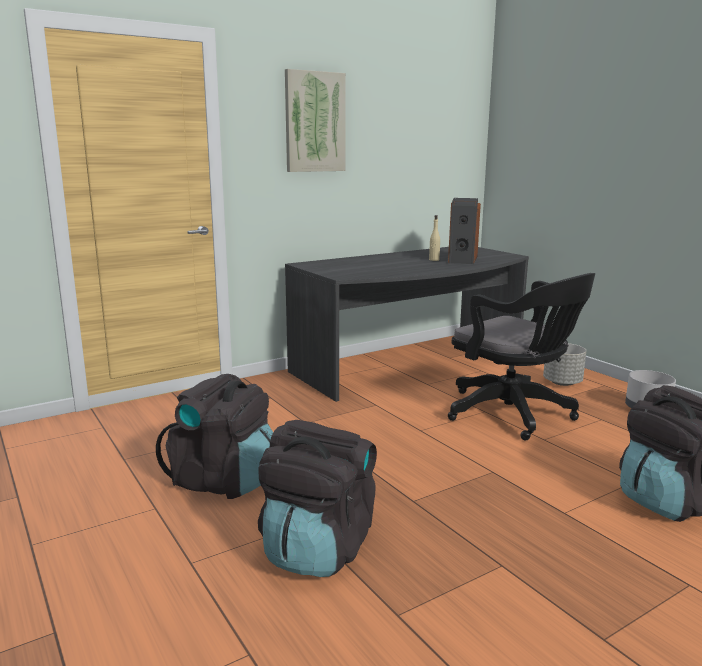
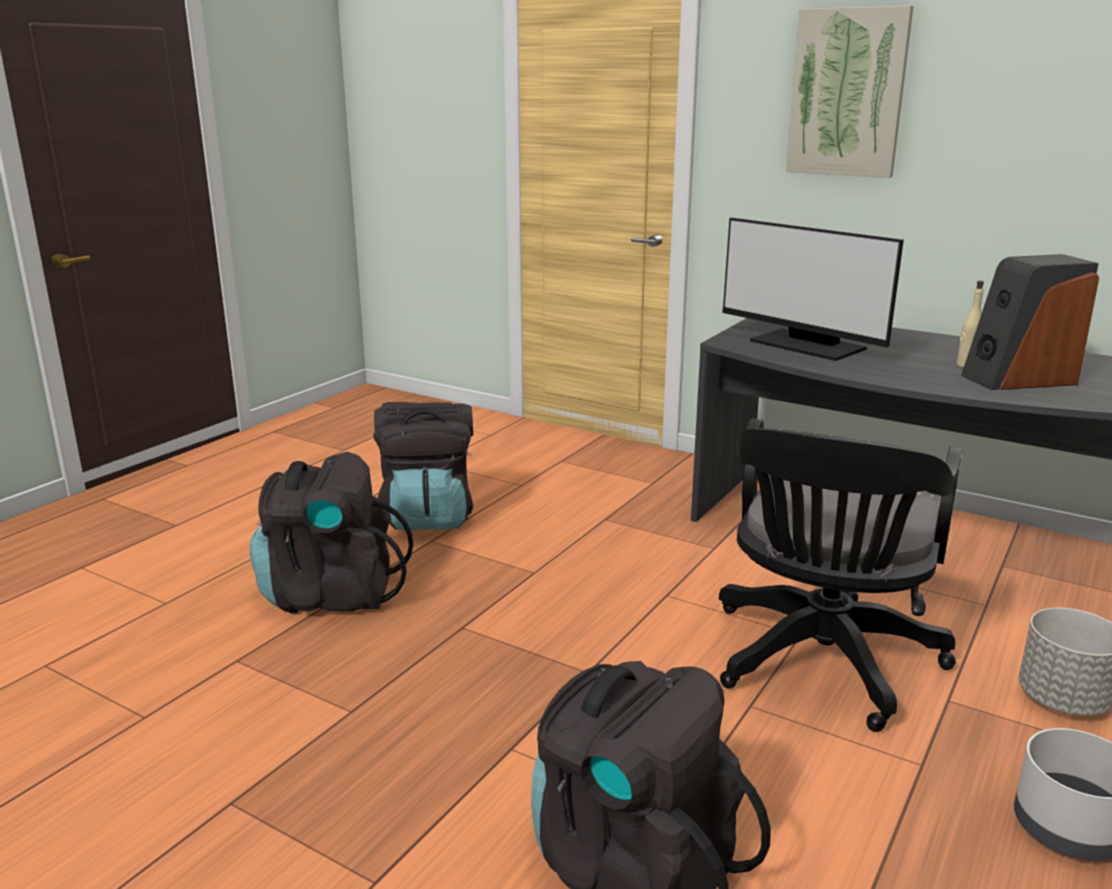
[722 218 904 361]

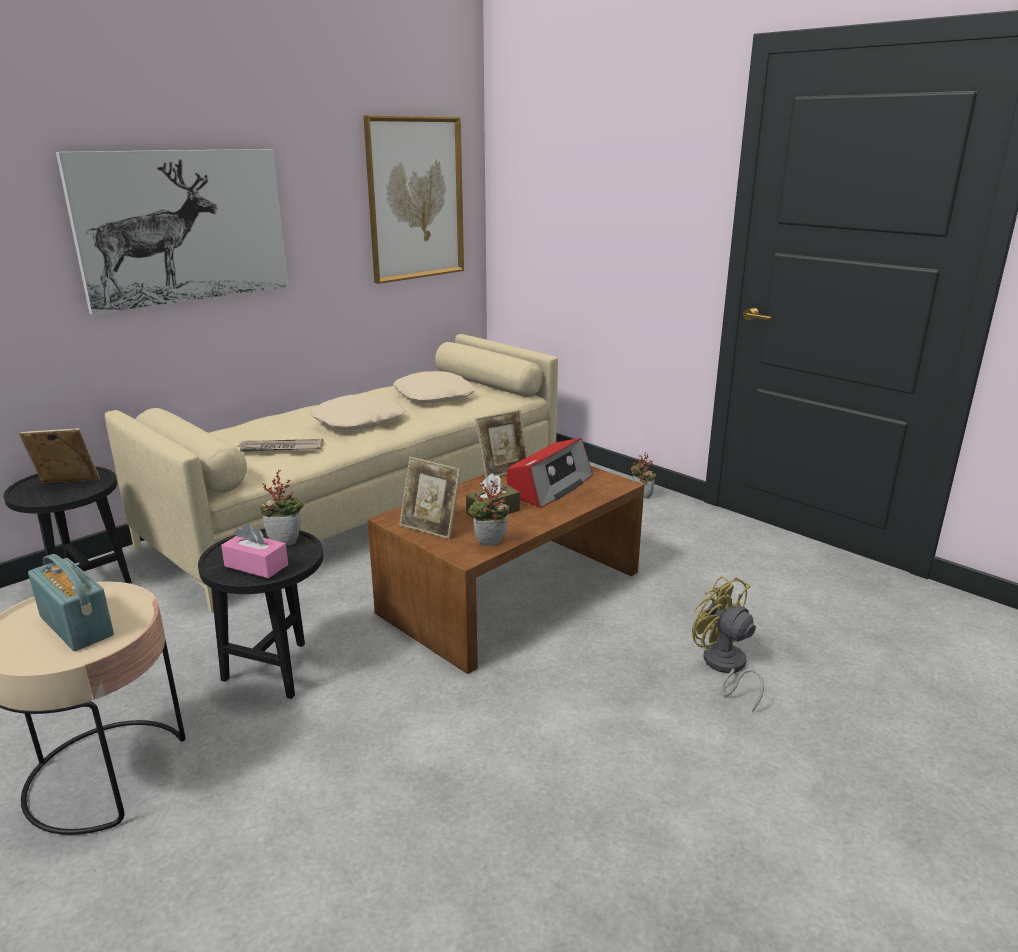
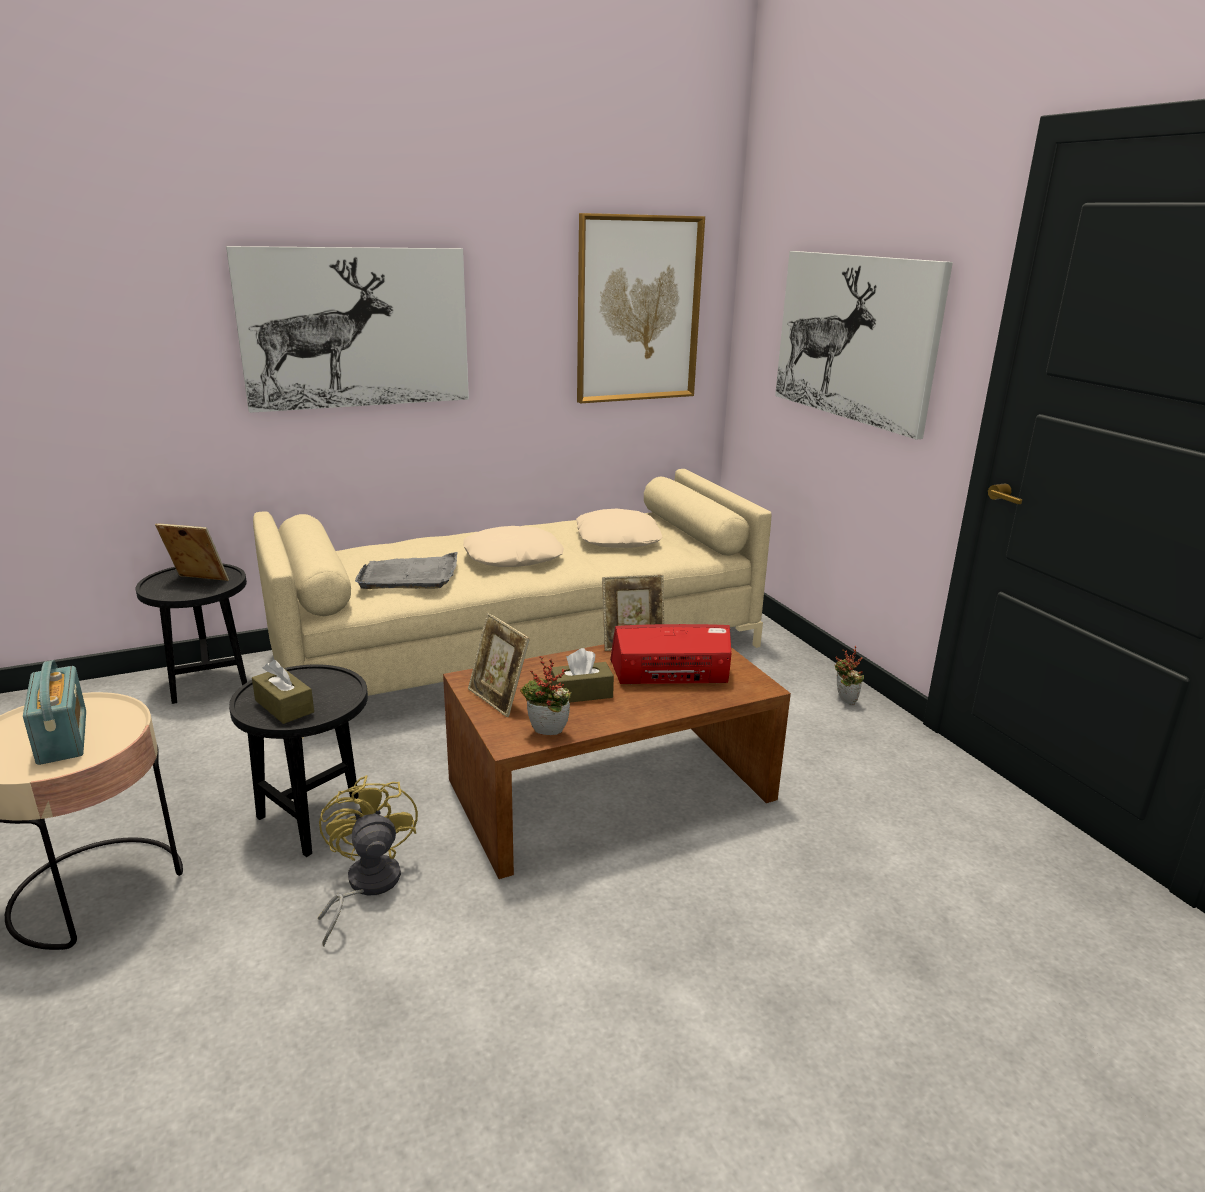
[252 660 314 724]
[318 775 418 946]
[355 552 457 589]
[610 624 731 684]
[775 251 953 440]
[260 470 304 546] (first image)

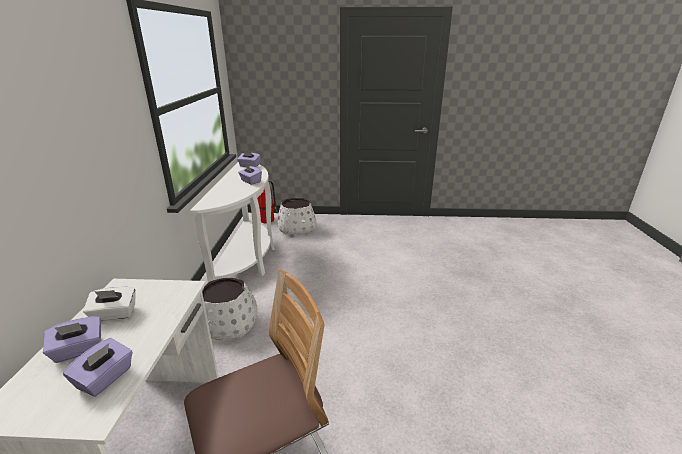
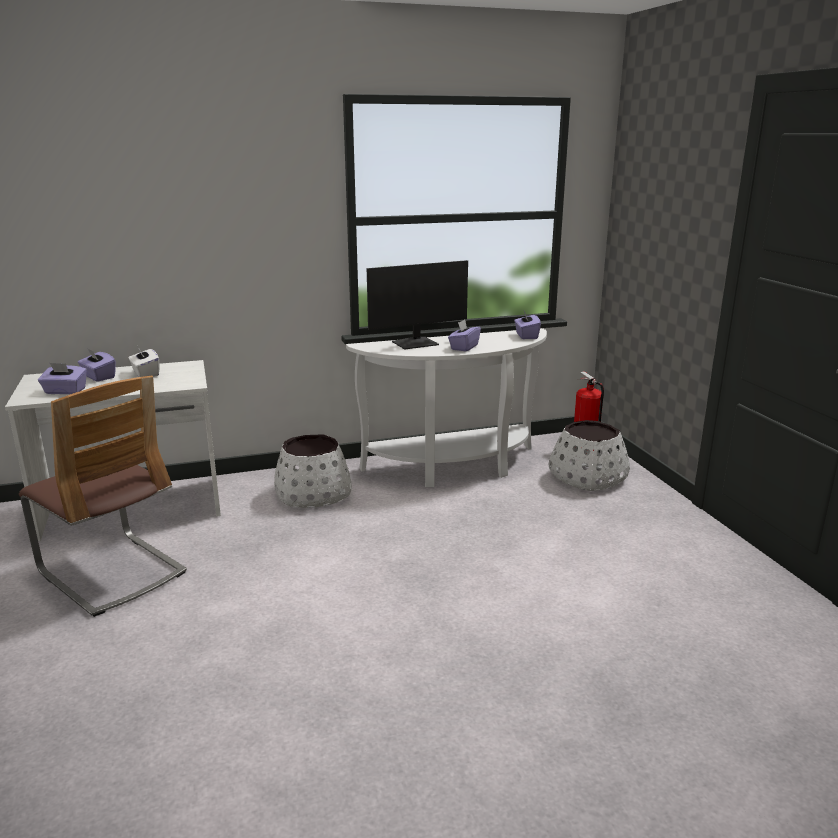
[367 260 468 350]

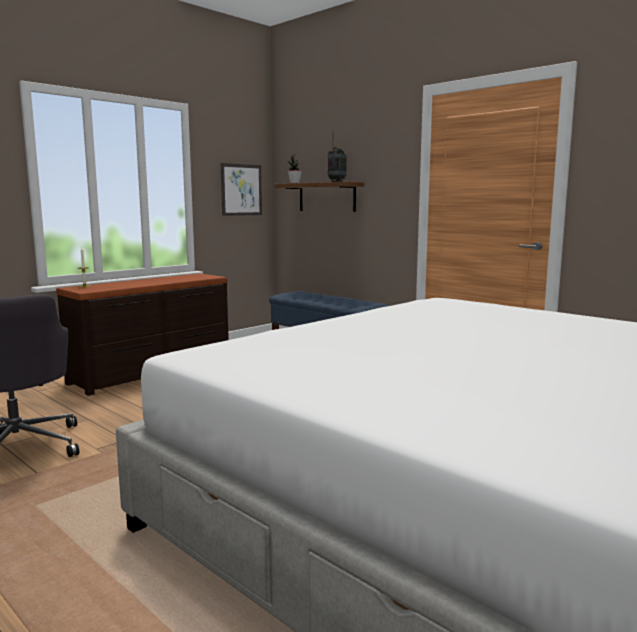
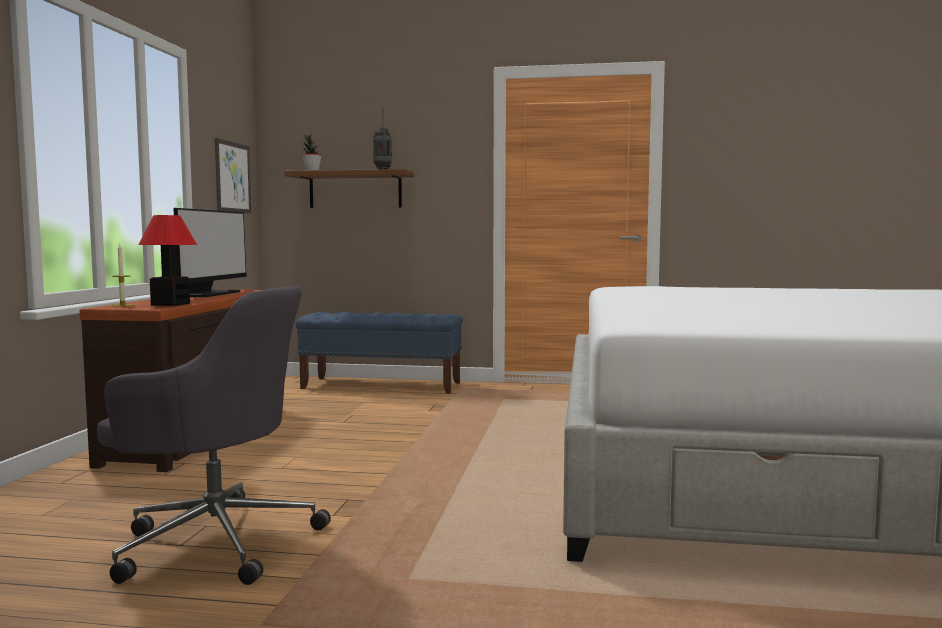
[138 215 197 306]
[173 208 247 297]

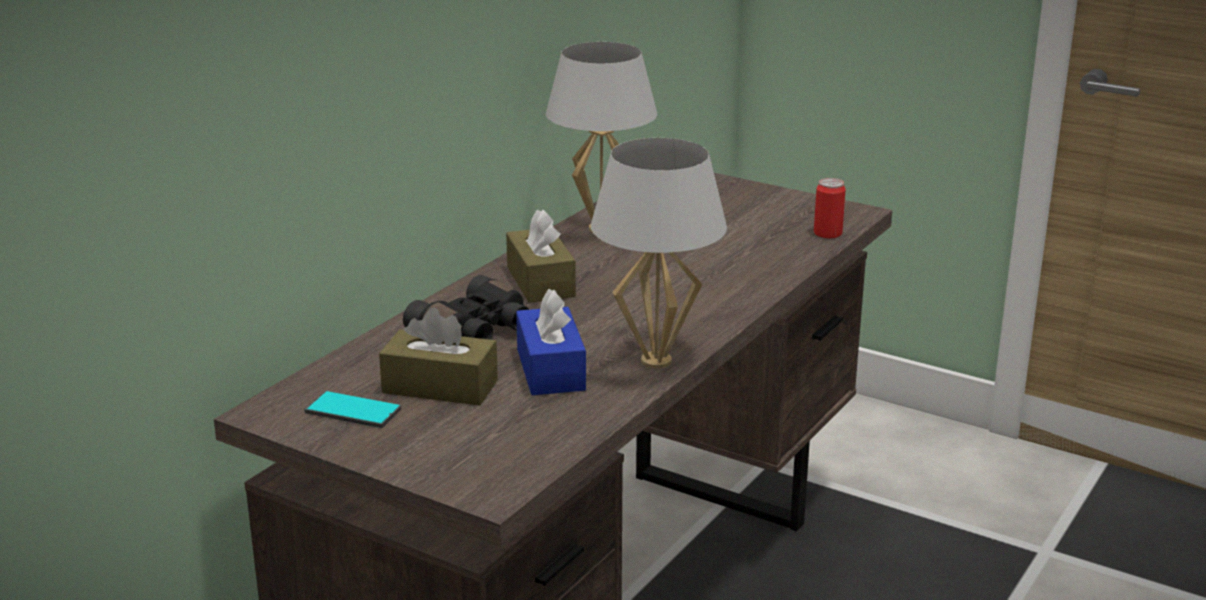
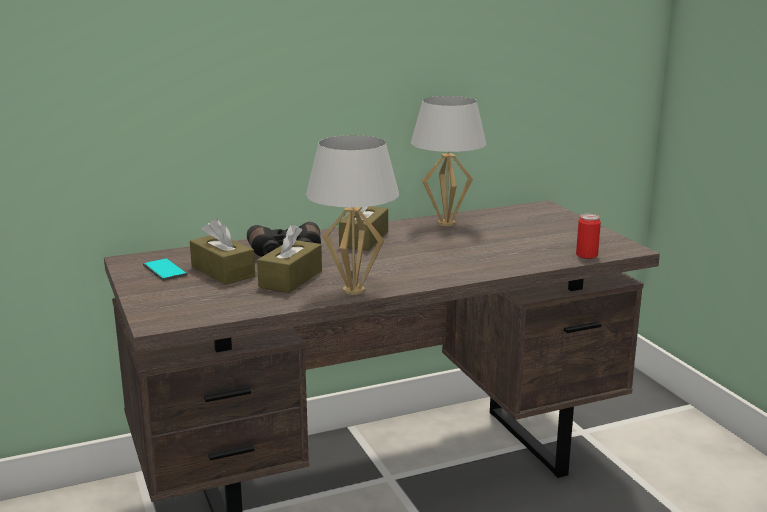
[257 225 322 293]

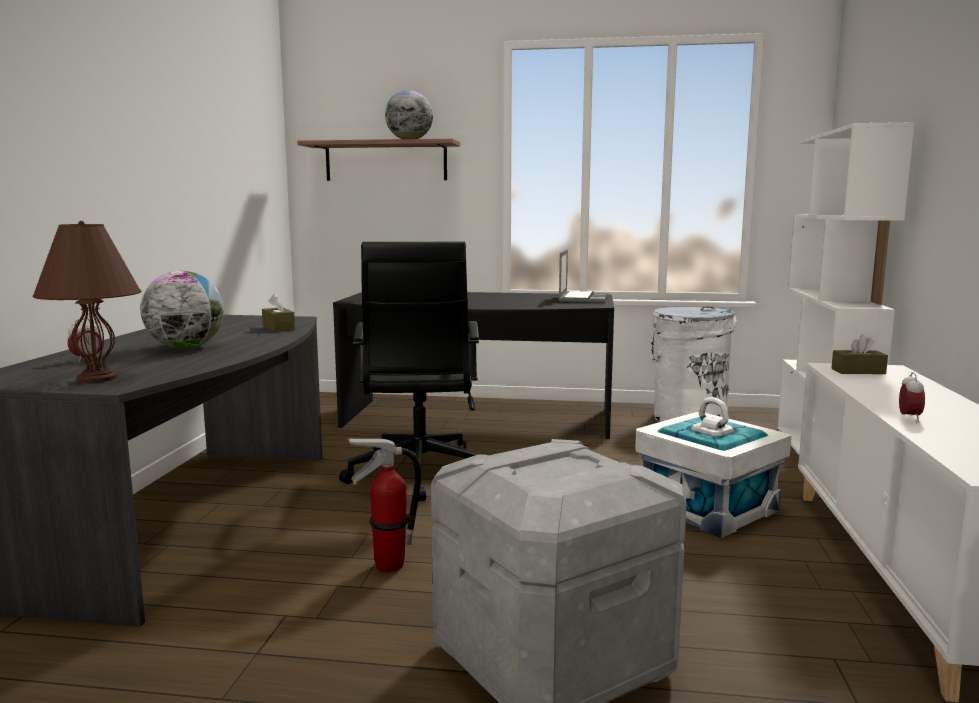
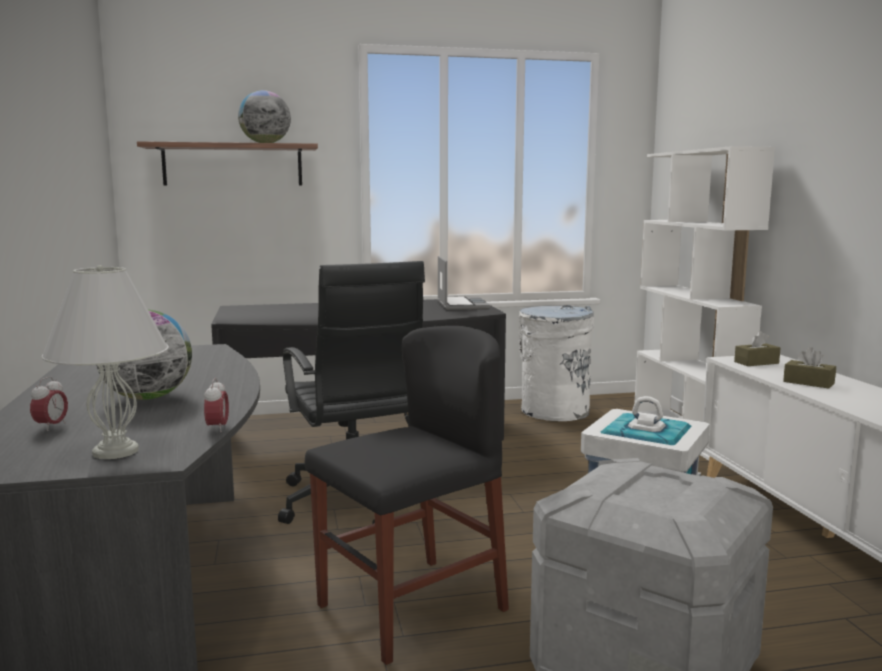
[42 265 169 459]
[204 378 229 432]
[305 326 509 665]
[783 347 836 389]

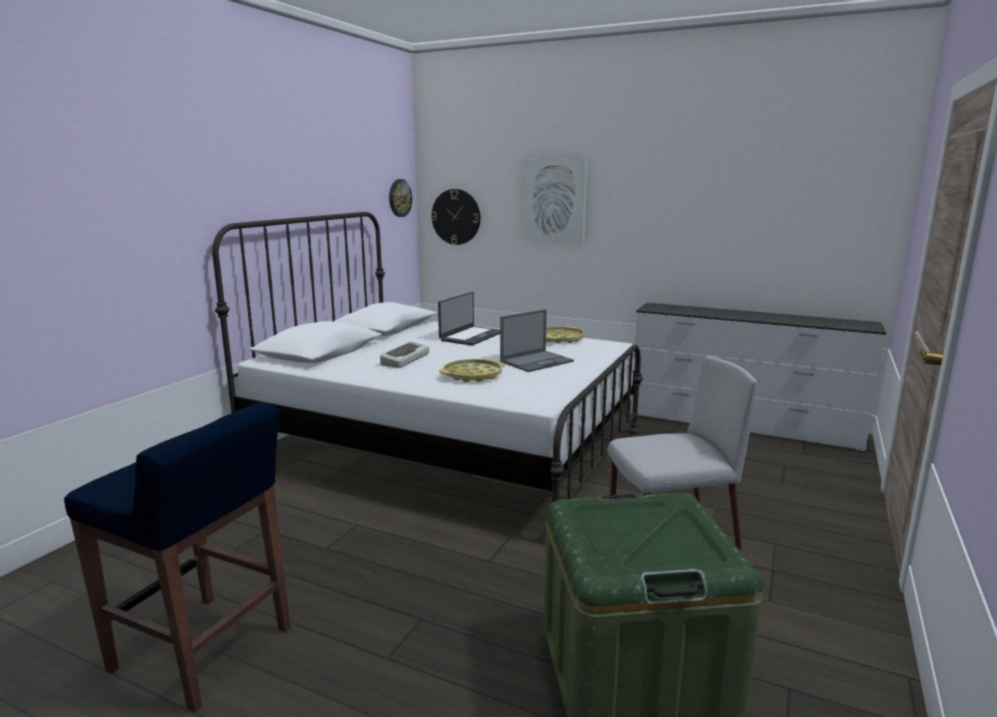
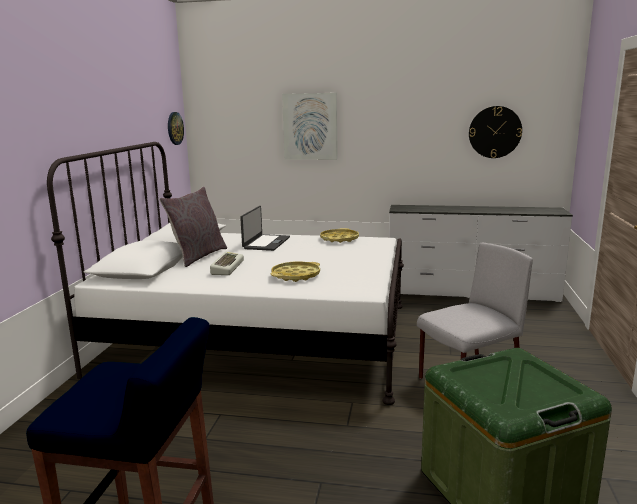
[159 186 227 267]
[469 106 522 158]
[500 309 574 372] (first image)

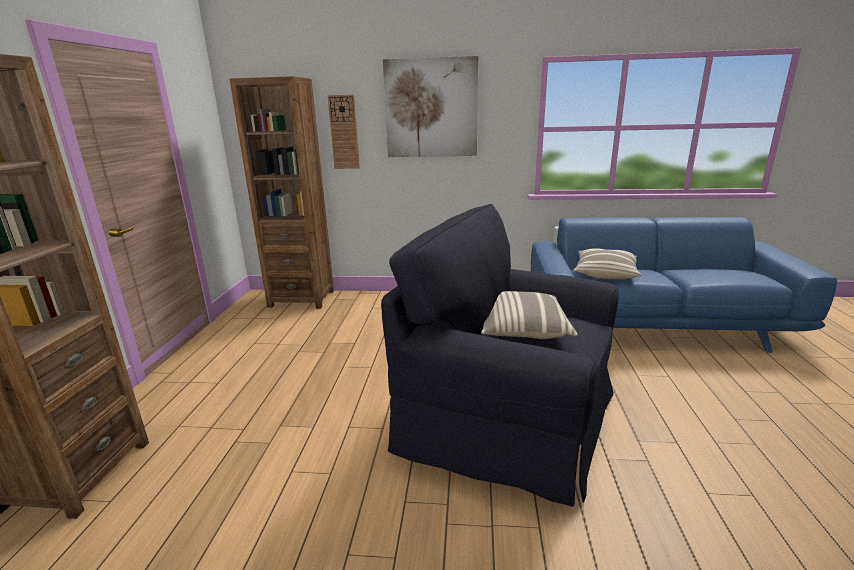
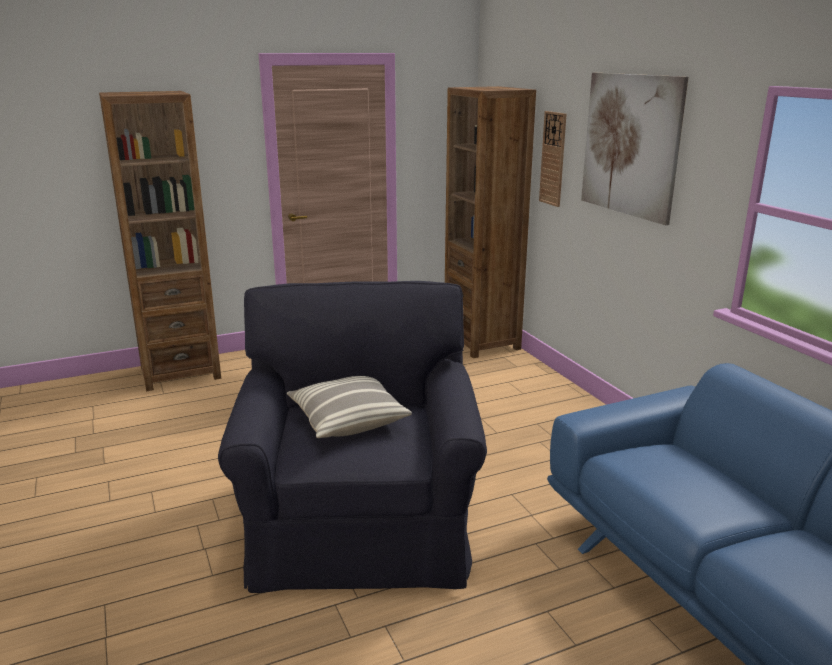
[574 248 641 279] (first image)

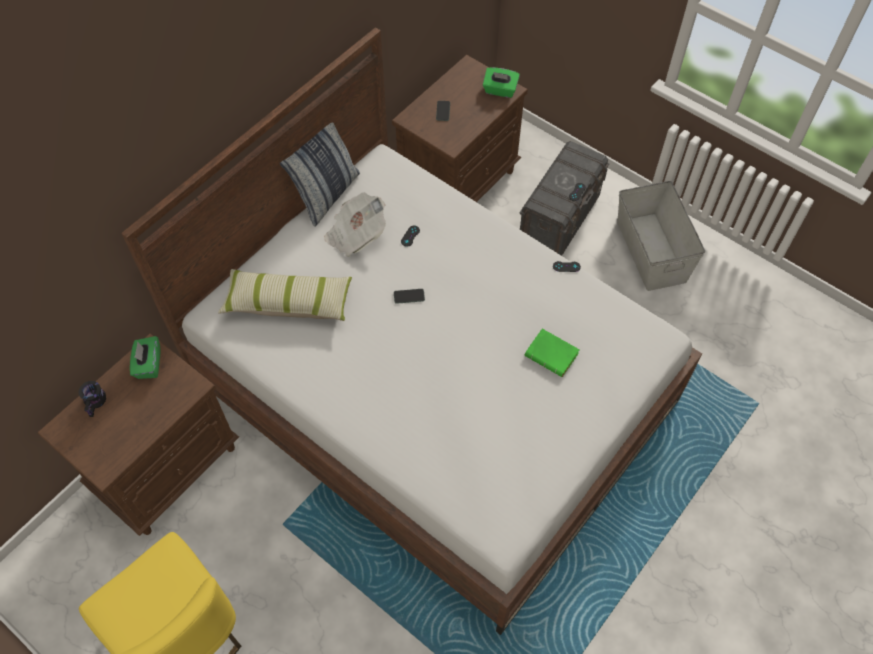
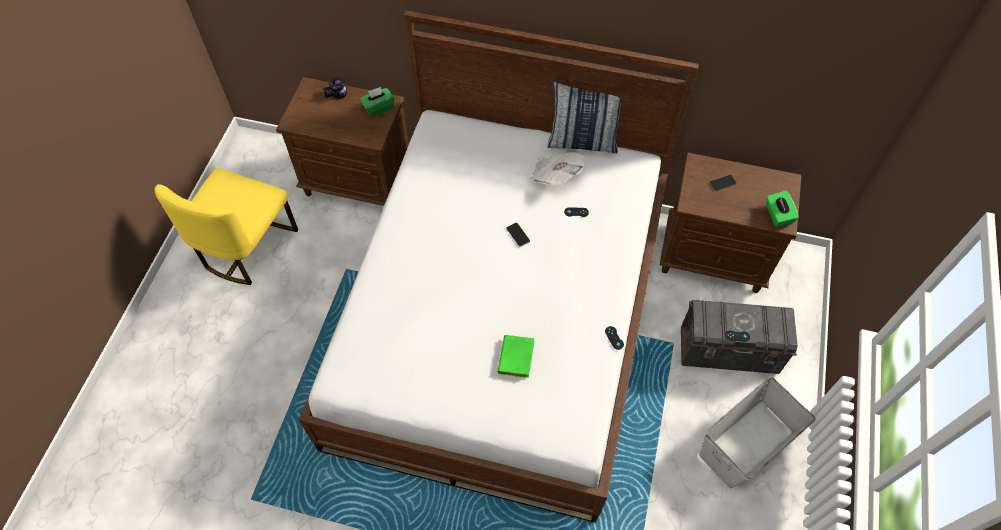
[218 269 352 321] (first image)

